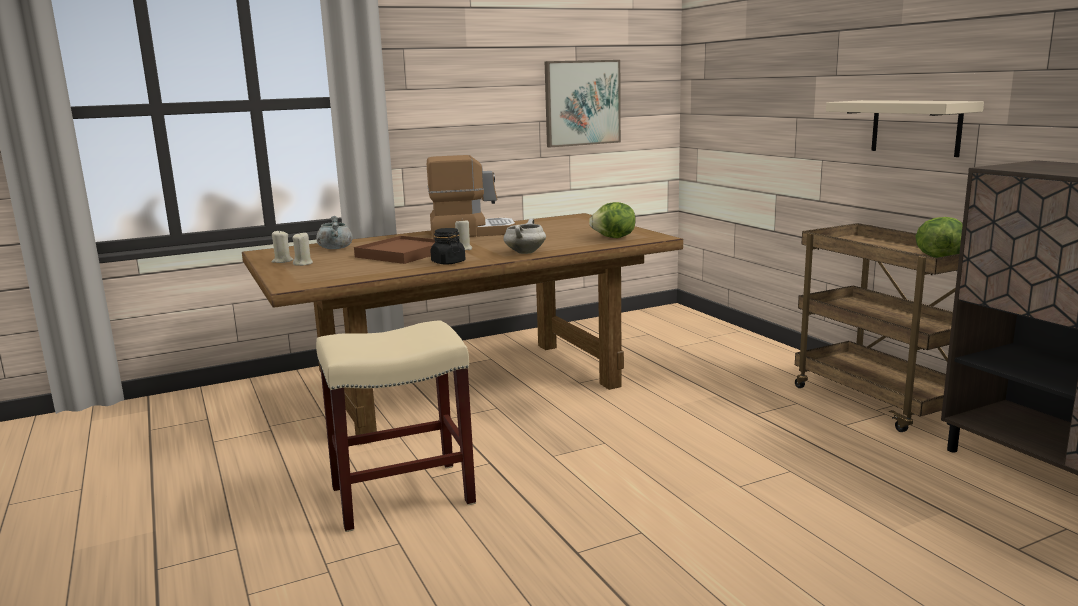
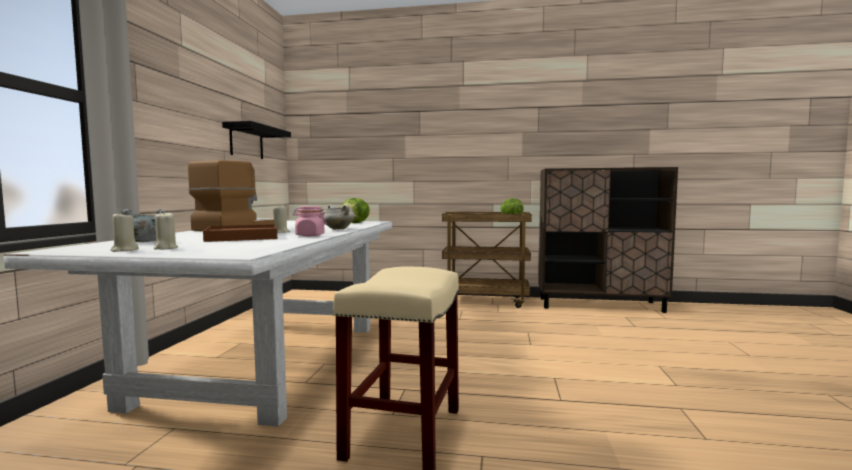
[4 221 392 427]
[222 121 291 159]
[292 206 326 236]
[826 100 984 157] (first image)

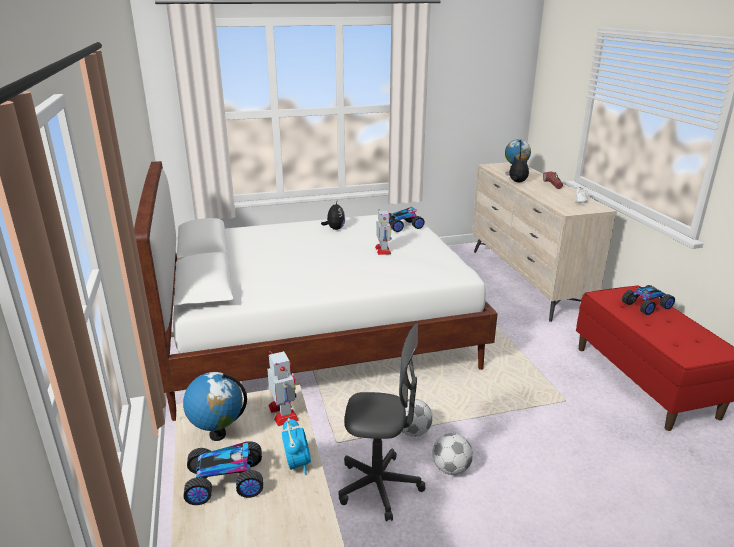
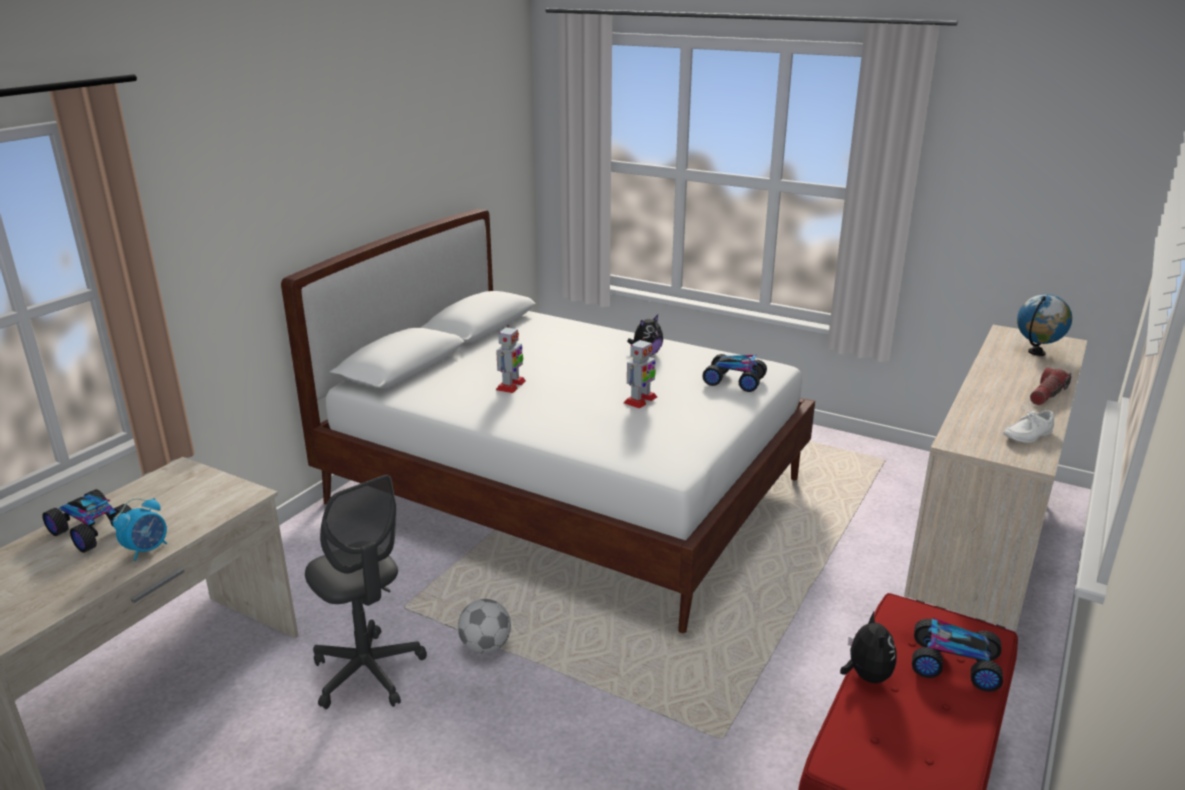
[496 325 526 393]
[840 612 897 683]
[183 372 247 441] (first image)
[432 433 473 475] (first image)

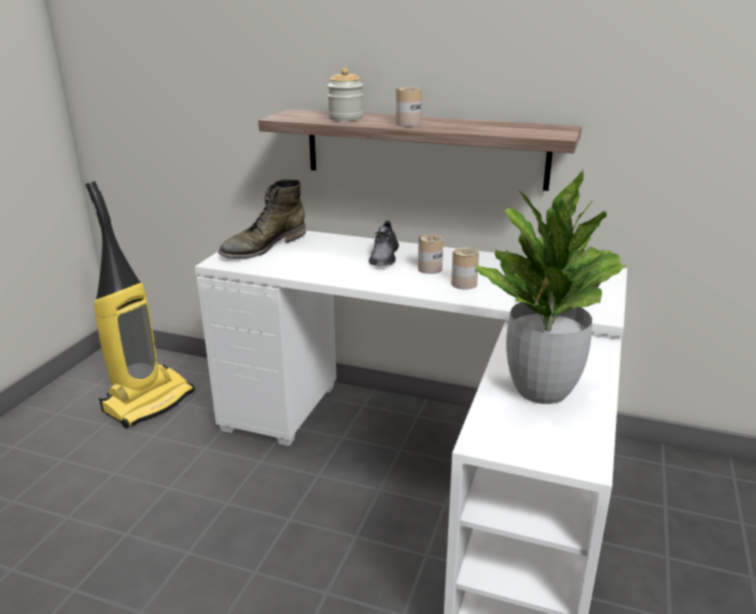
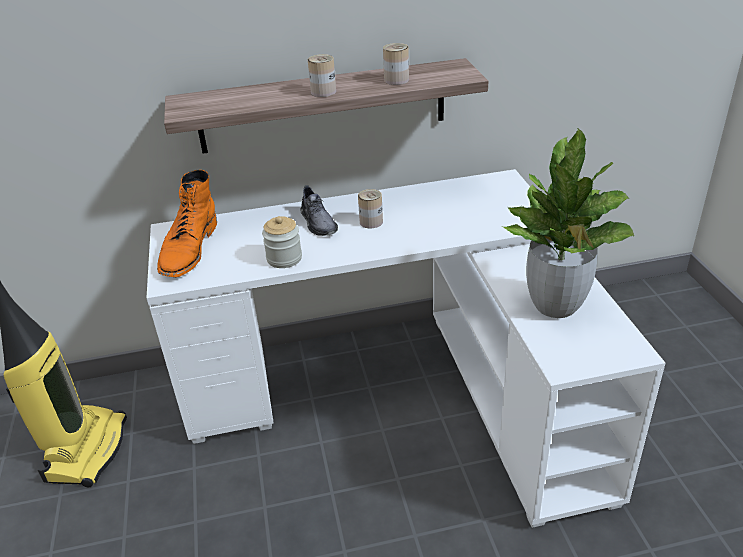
[157 169 217 277]
[262 216 302 268]
[383 43 409 85]

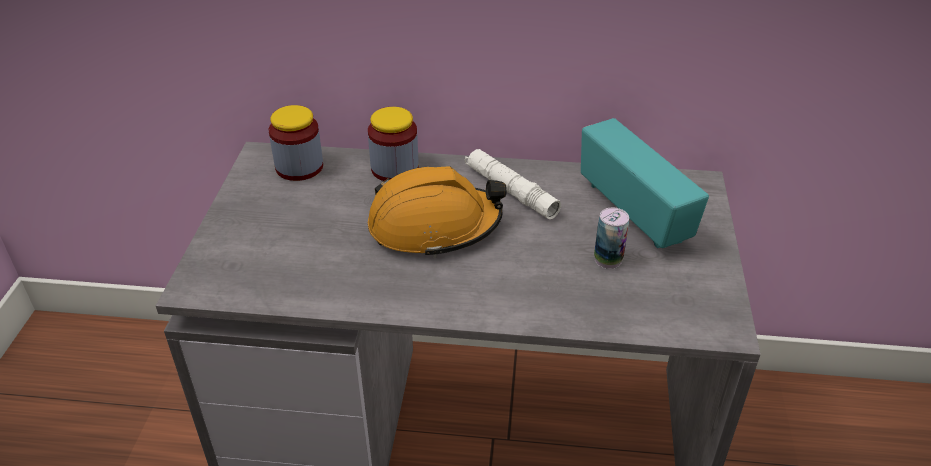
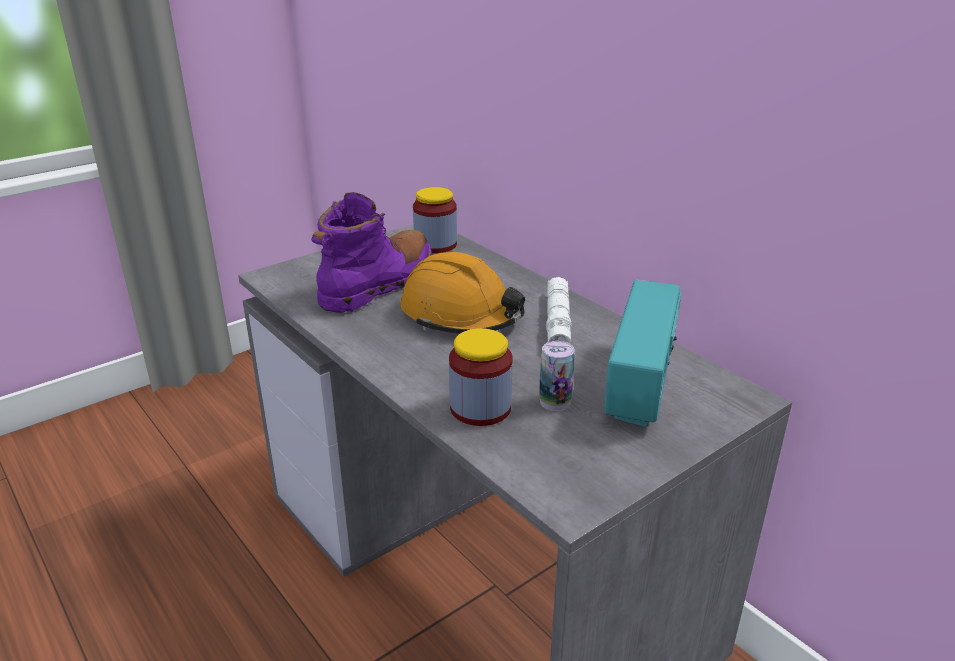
[311 192 432 313]
[449 328 513 426]

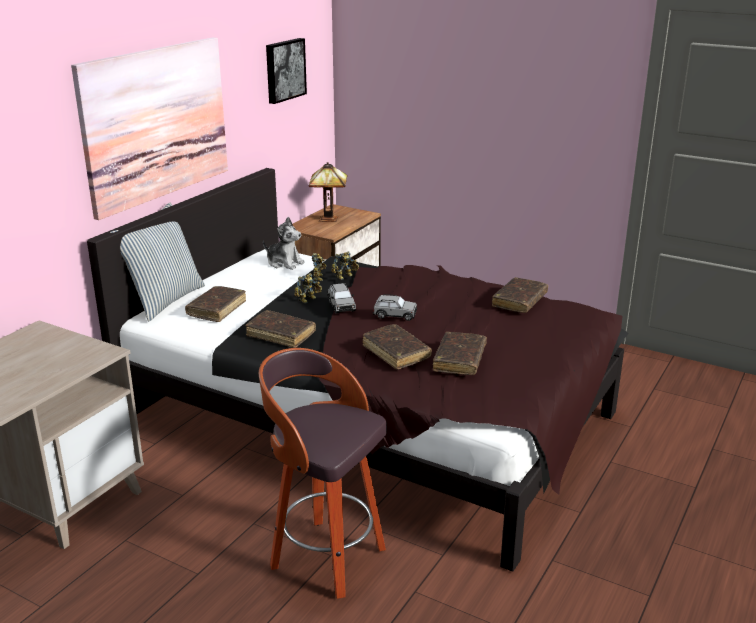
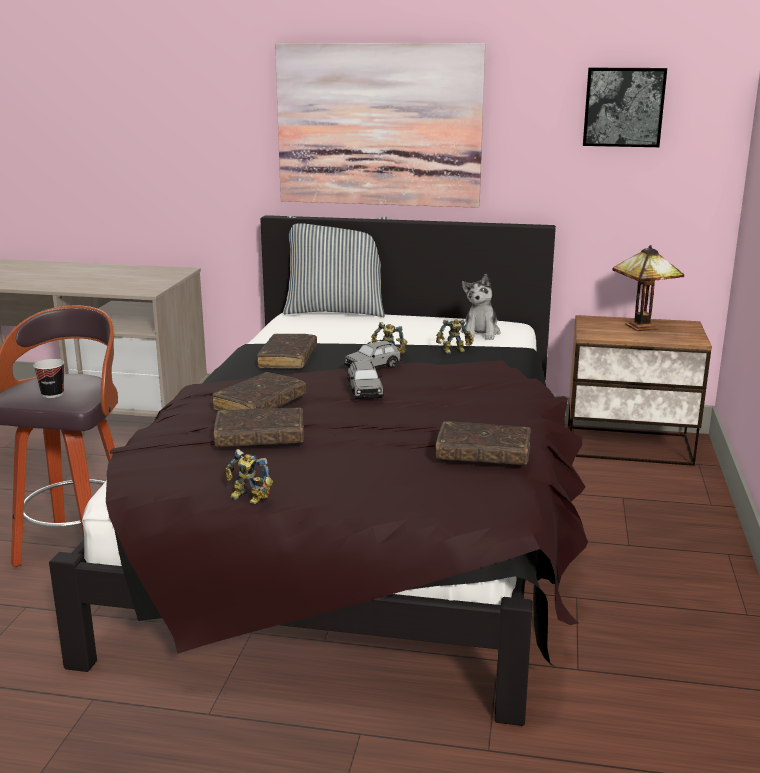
[33 359 64 398]
[226 449 273 504]
[185 286 246 322] (first image)

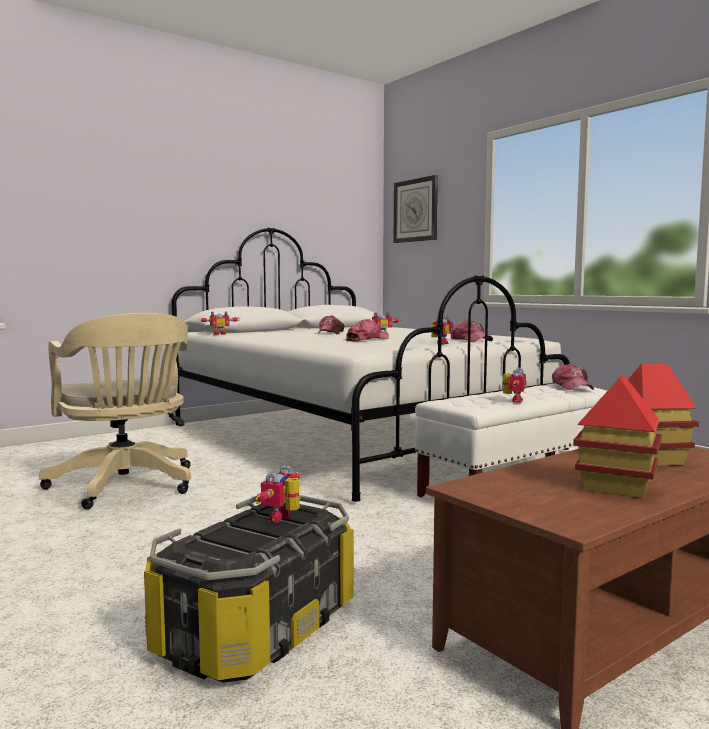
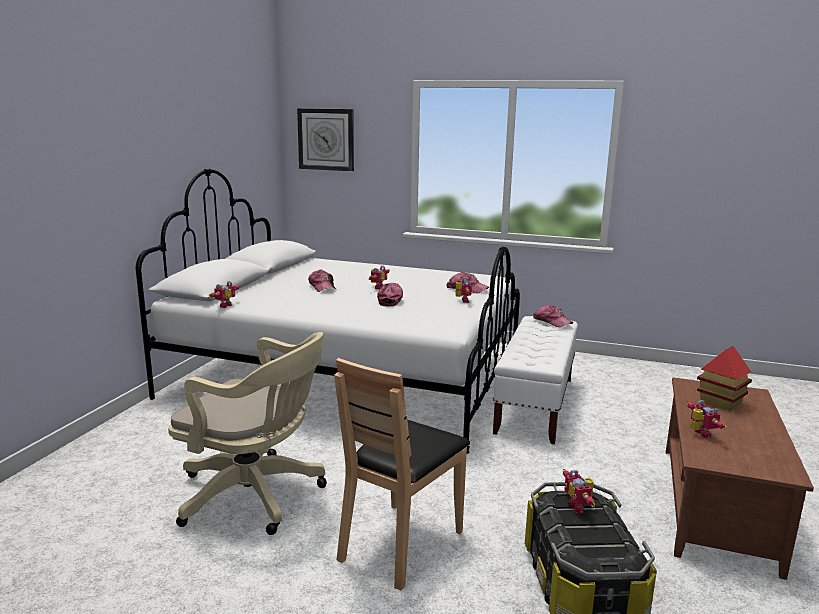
[334 358 470 590]
[686 400 727 438]
[573 374 662 498] (first image)

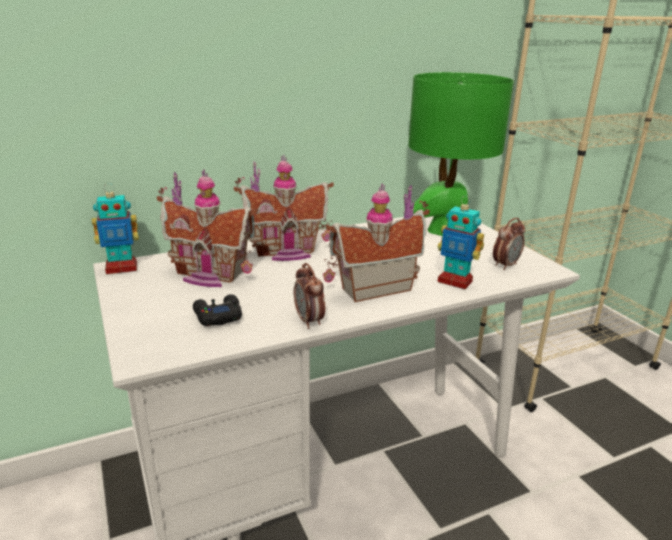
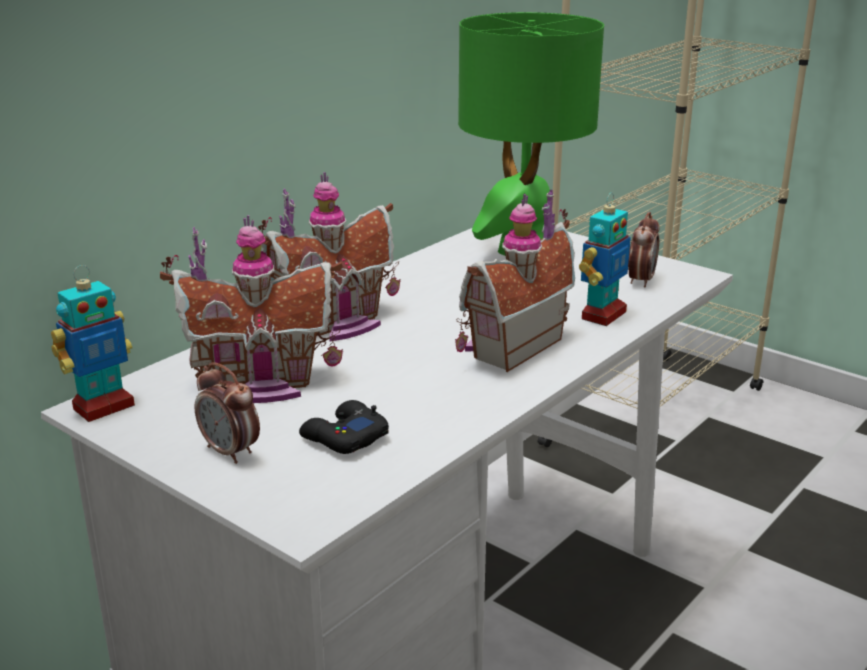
[194 362 260 464]
[579 193 631 326]

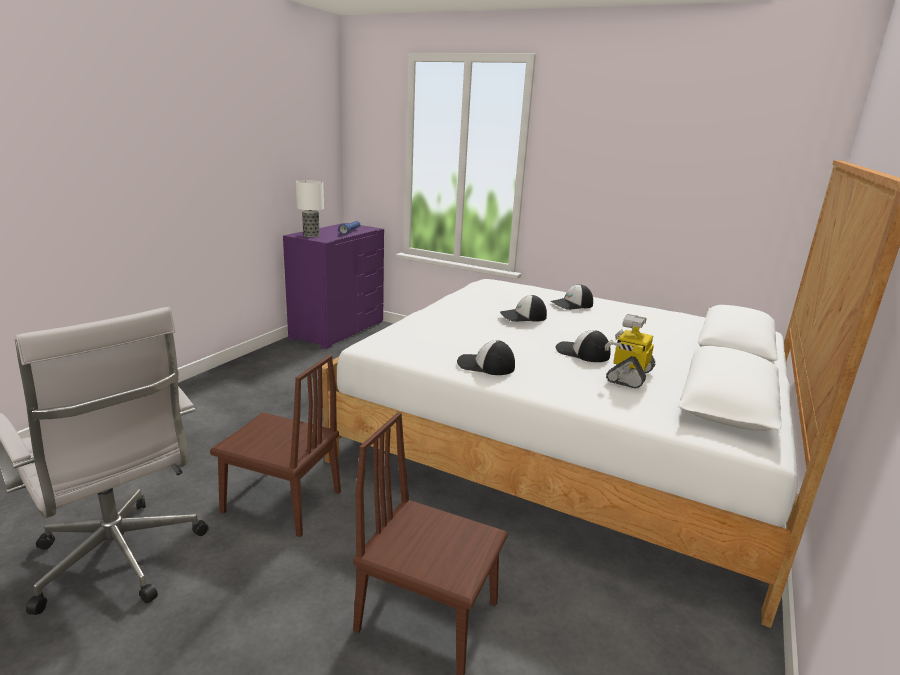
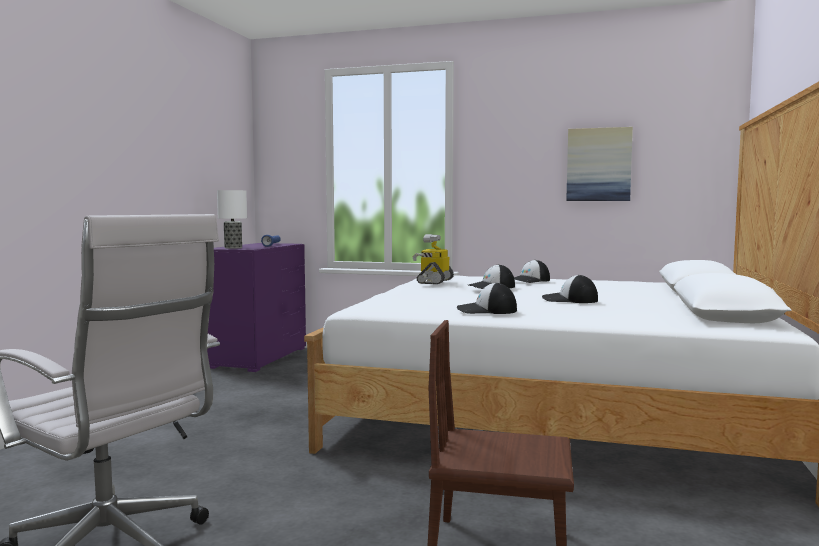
[413 234 454 284]
[566 127 633 201]
[210 355 341 537] (first image)

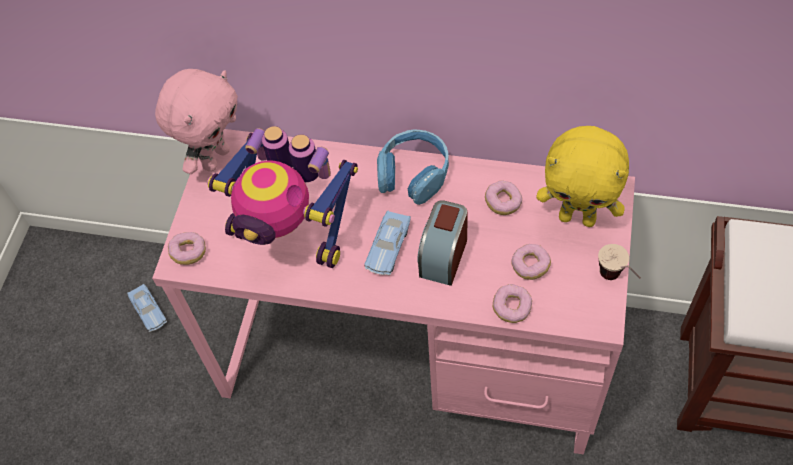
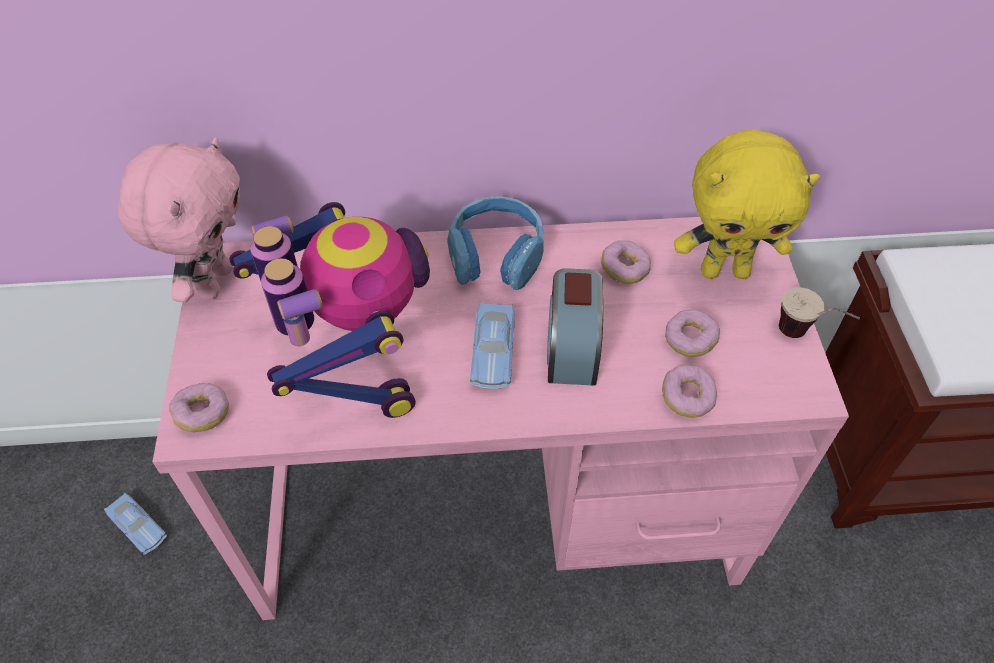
[229 202 430 418]

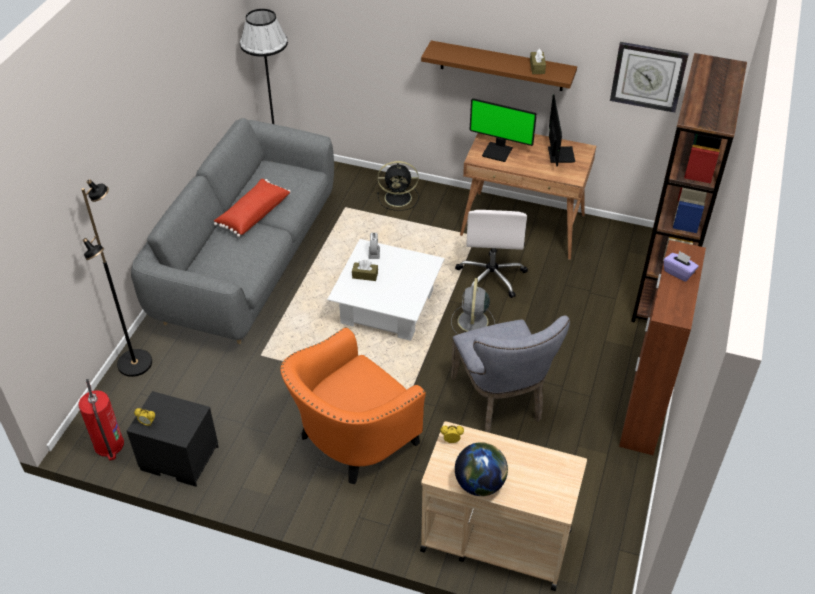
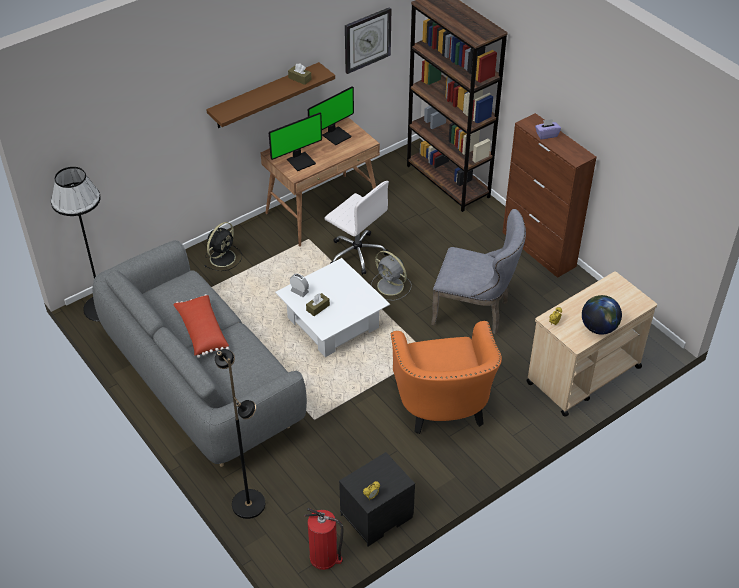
[308 86 354 145]

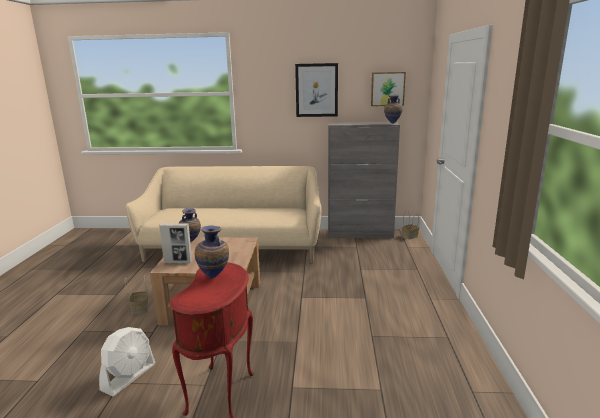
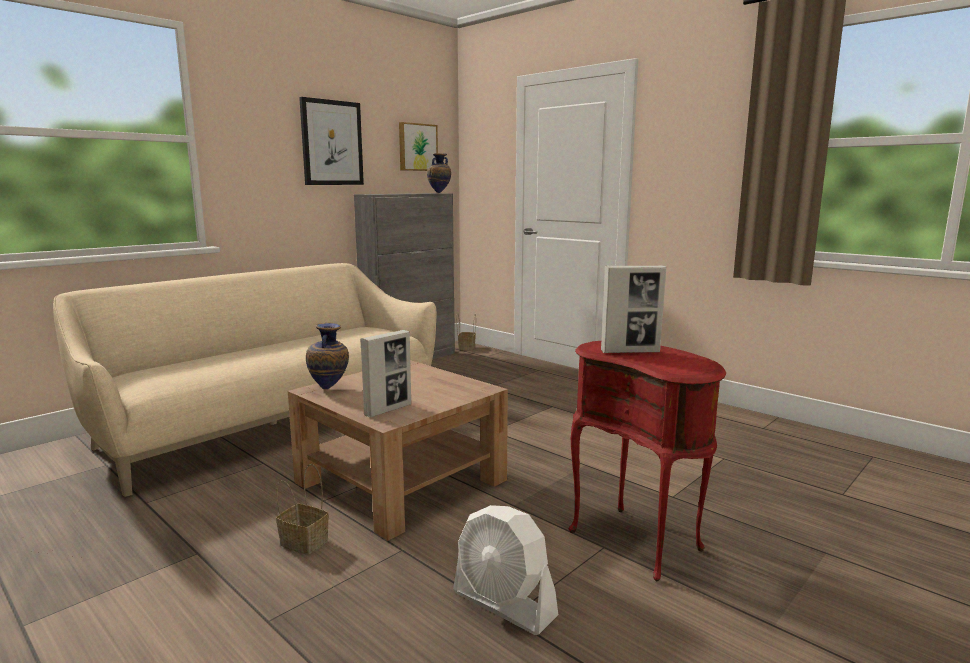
[453 505 558 635]
[601 265 666 353]

